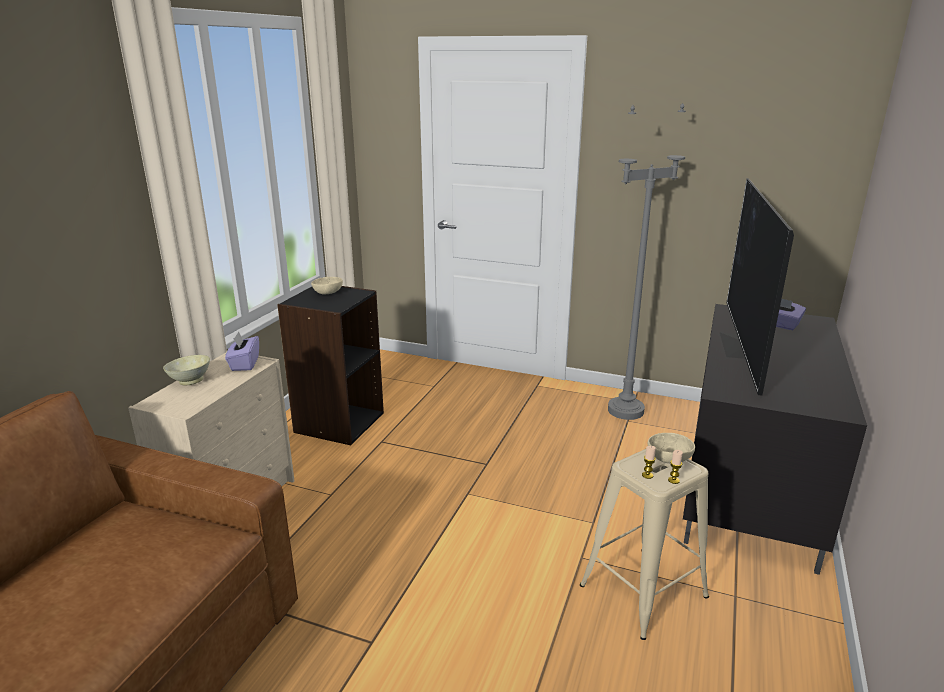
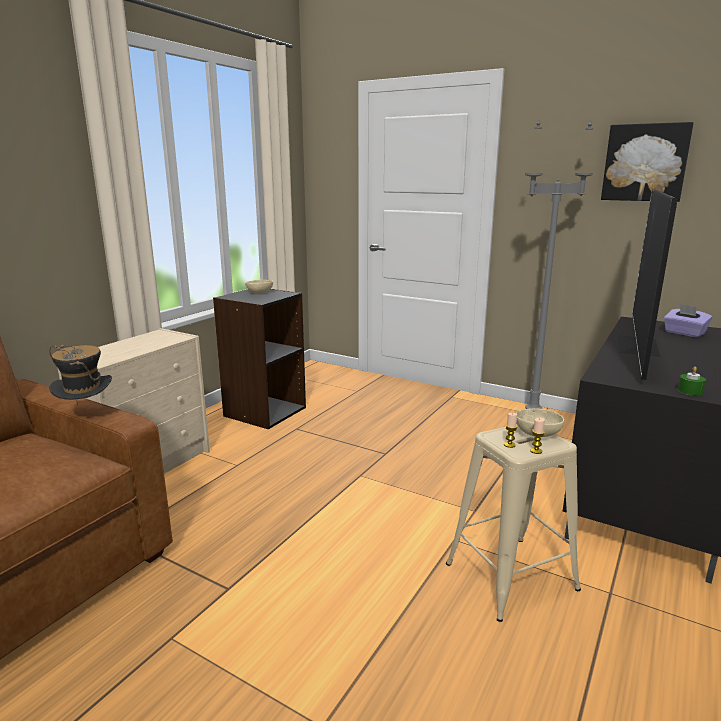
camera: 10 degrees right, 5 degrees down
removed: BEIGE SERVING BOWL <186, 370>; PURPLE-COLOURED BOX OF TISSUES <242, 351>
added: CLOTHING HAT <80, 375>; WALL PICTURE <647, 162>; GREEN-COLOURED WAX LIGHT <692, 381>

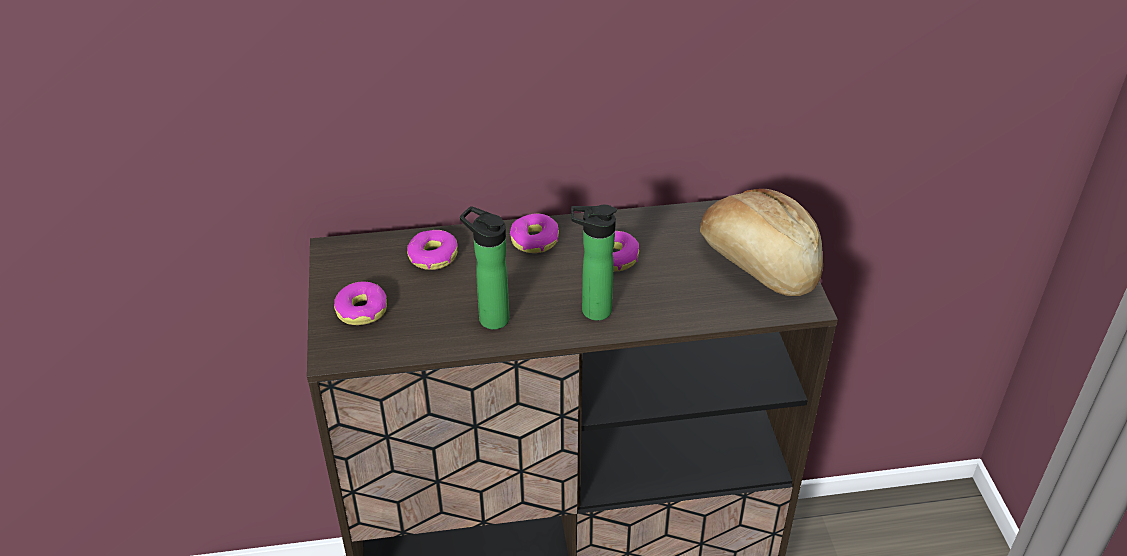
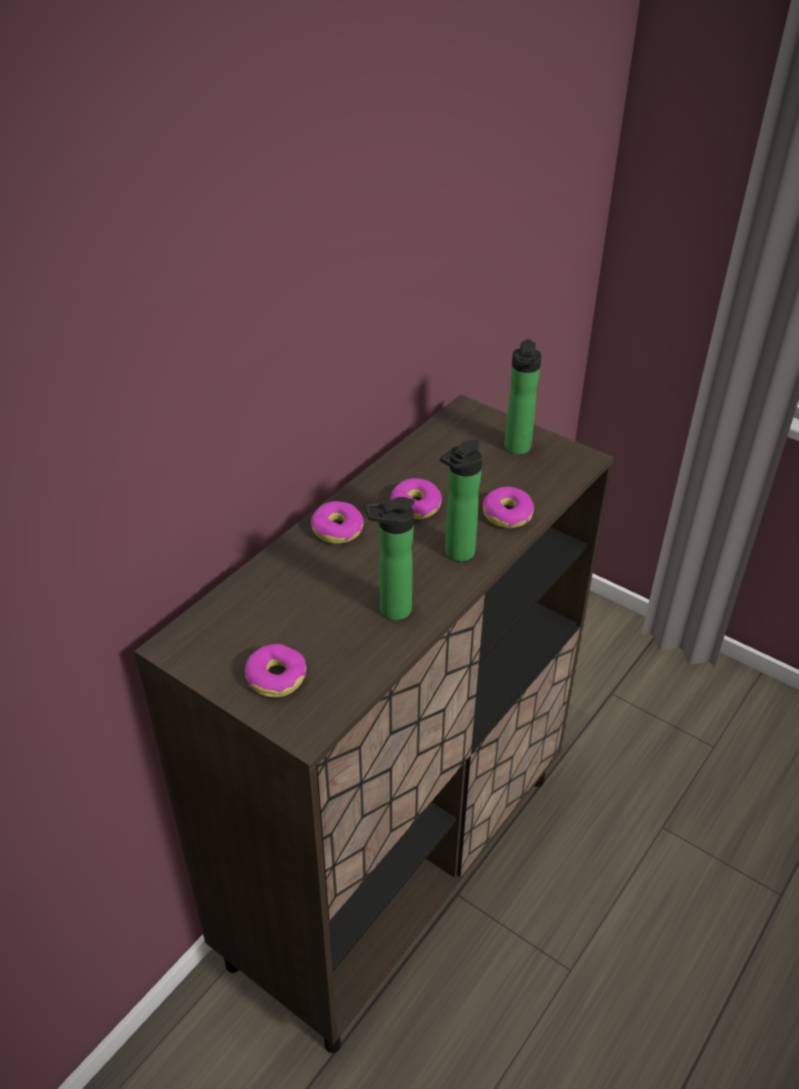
camera: 45 degrees left, 0 degrees up
moved: DONUT <432, 250> to <508, 507>
replaced: BAKERY BREAD <761, 242> to BEVERAGE BOTTLE <523, 397>

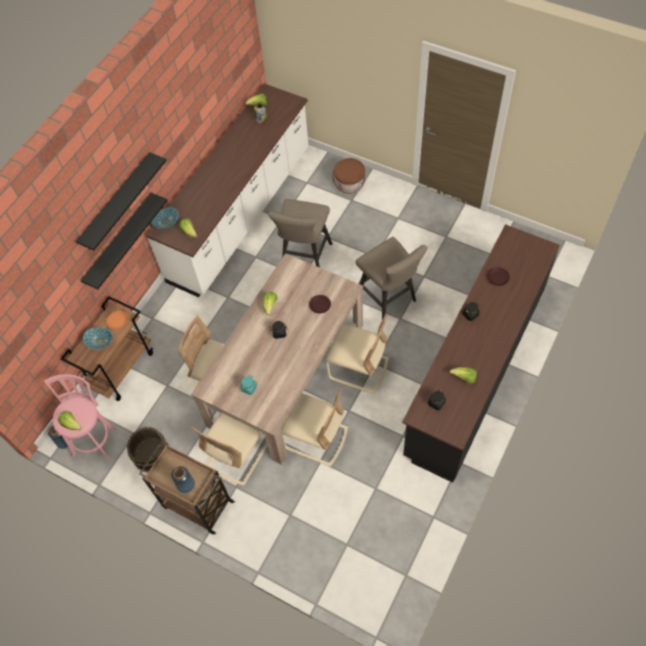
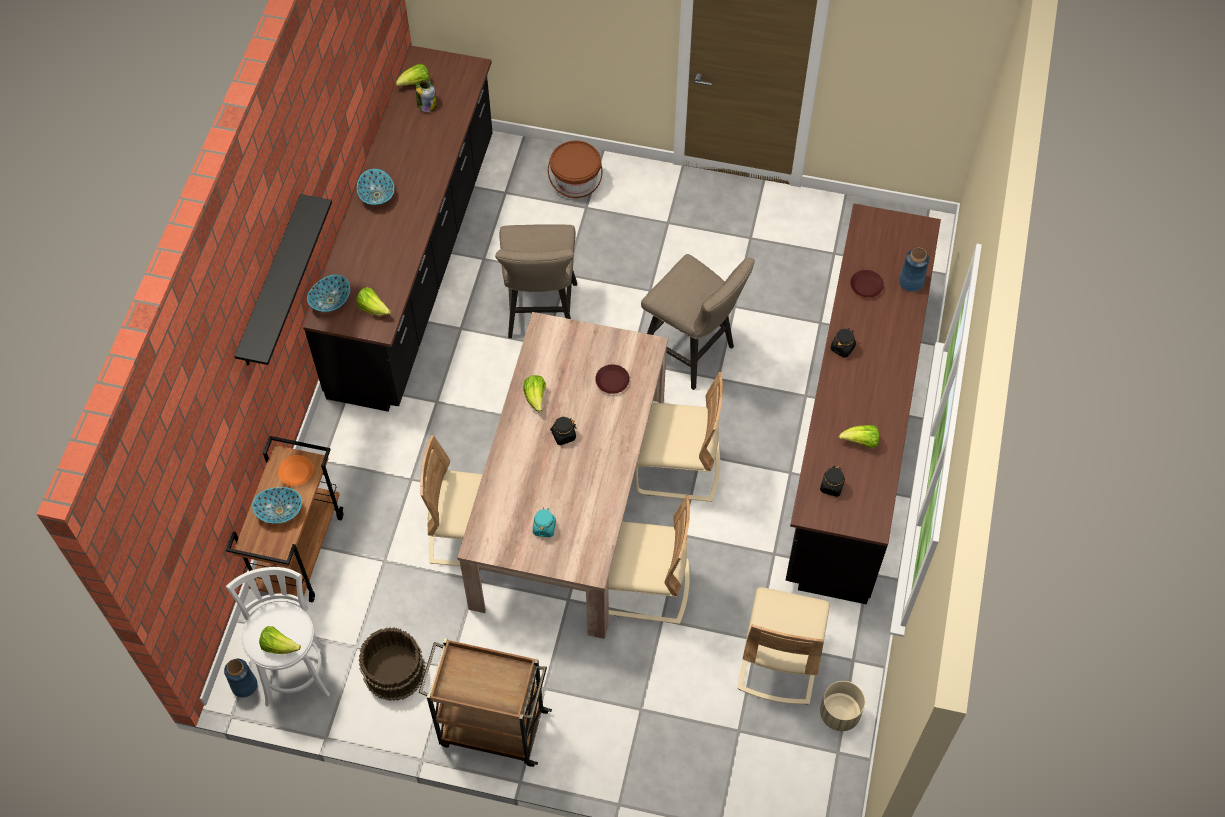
camera: 20 degrees left, 0 degrees up
removed: BLACKISH SHELF <124, 241>
added: SERVING BOWL <375, 187>; BEIGE FLOWER POT <842, 706>
moved: BLUISH DECORATIVE VASE <183, 479> to <914, 270>; BEIGE CHAIR <229, 449> to <783, 646>
recoloured: PINK-COLOURED SITTING STOOL <80, 417> to WHITISH SITTING STOOL <278, 637>; WHITISH KITCHEN BASE UNIT <227, 190> to BLACKISH KITCHEN BASE UNIT <398, 229>

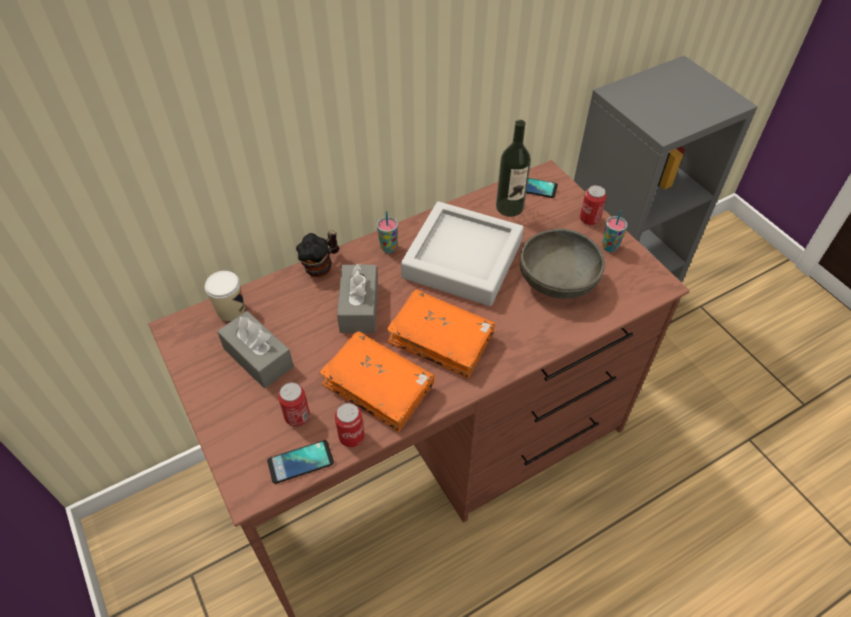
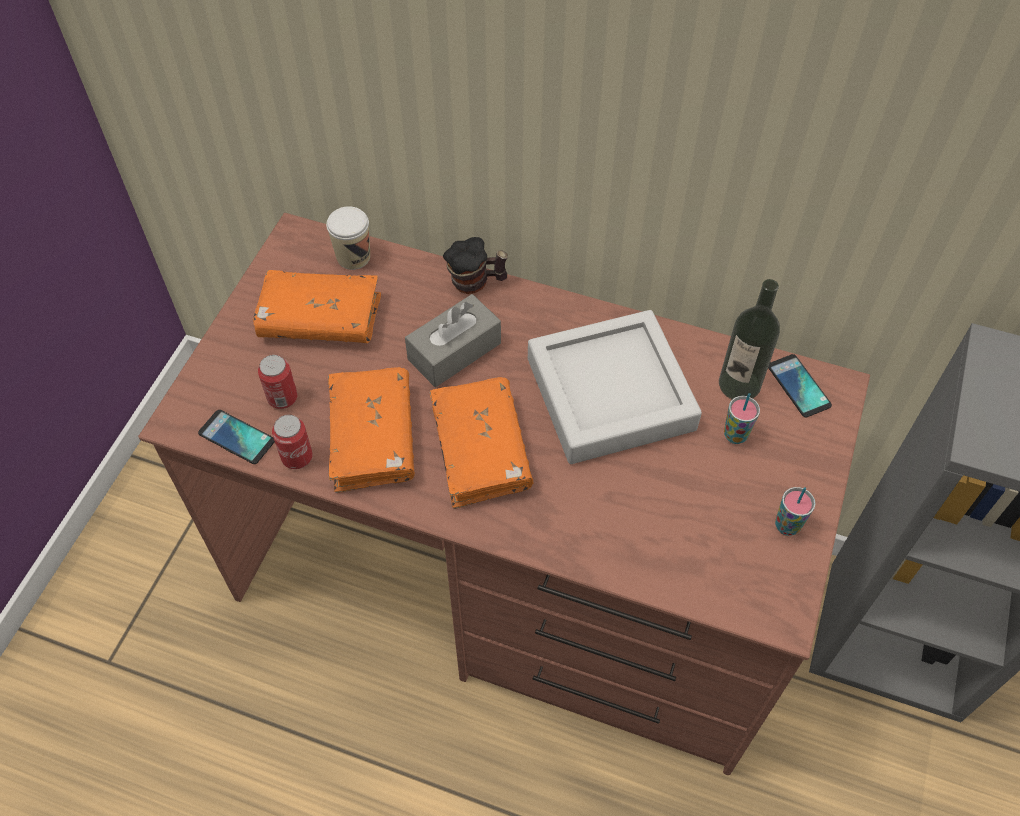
camera: 50 degrees right, 5 degrees up
removed: GREY SERVING BOWL <562, 264>; METAL CAN <593, 205>
moved: CUP <387, 232> to <742, 418>
replaced: GREY BOX OF TISSUES <255, 349> to ORANGE-COLOURED VOLUME <317, 306>

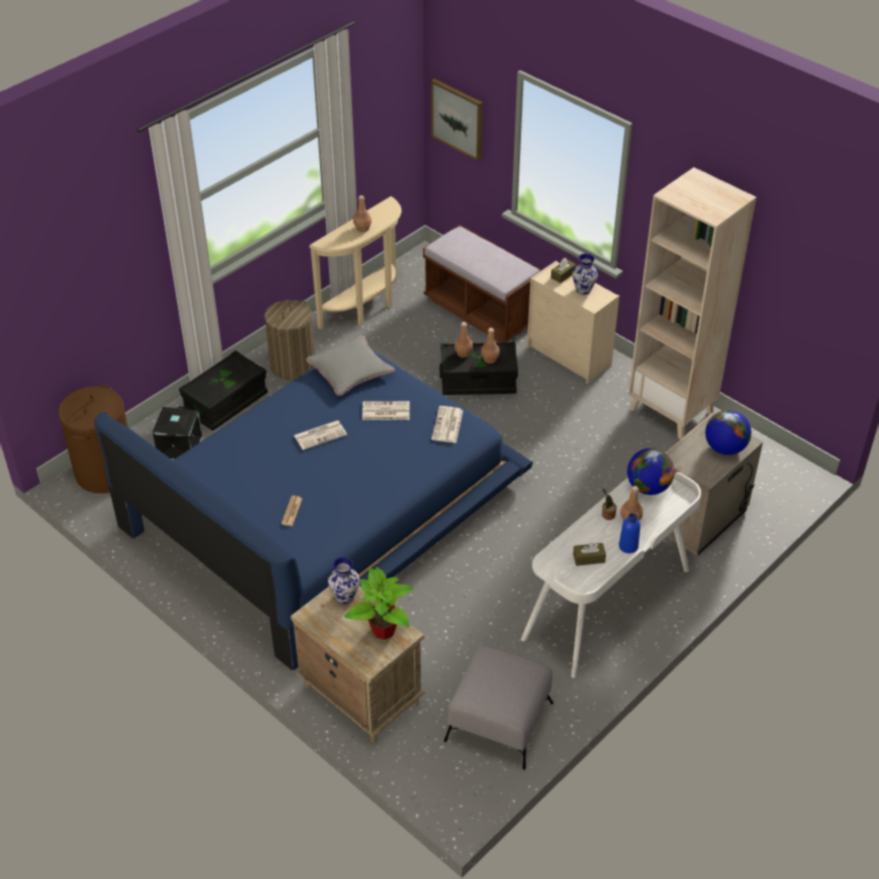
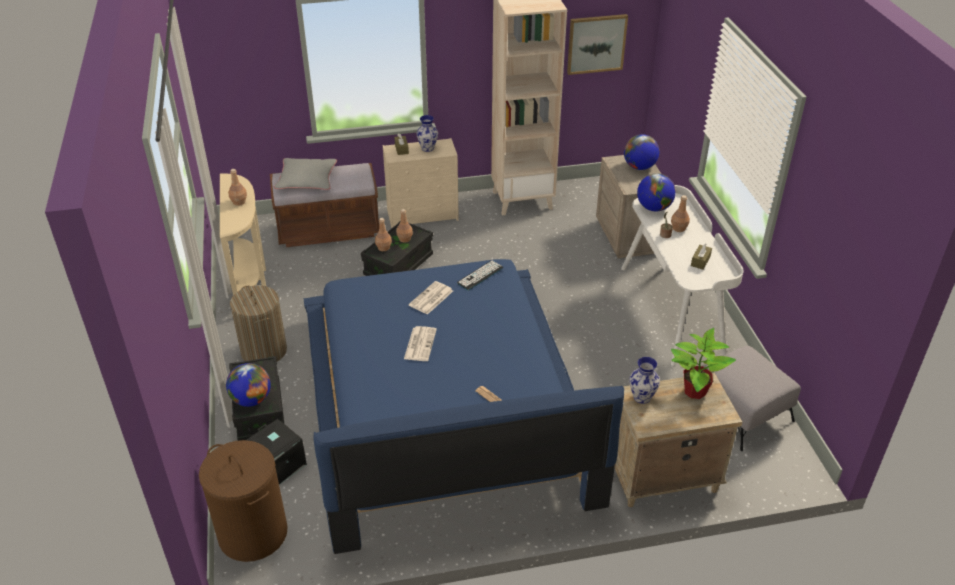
camera: 55 degrees left, 5 degrees down
removed: BLUISH BEVERAGE BOTTLE <629, 533>
added: GLOBE <248, 385>
moved: GREY CUSHION <350, 365> to <305, 174>; WALL PICTURE <457, 120> to <597, 44>
replaced: NEWSPAPER <447, 424> to PC KEYBOARD <480, 275>

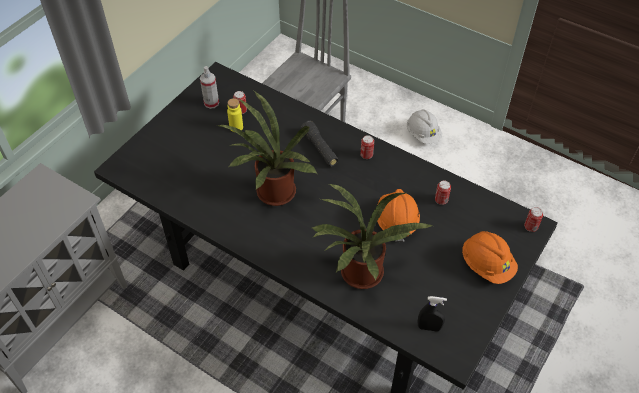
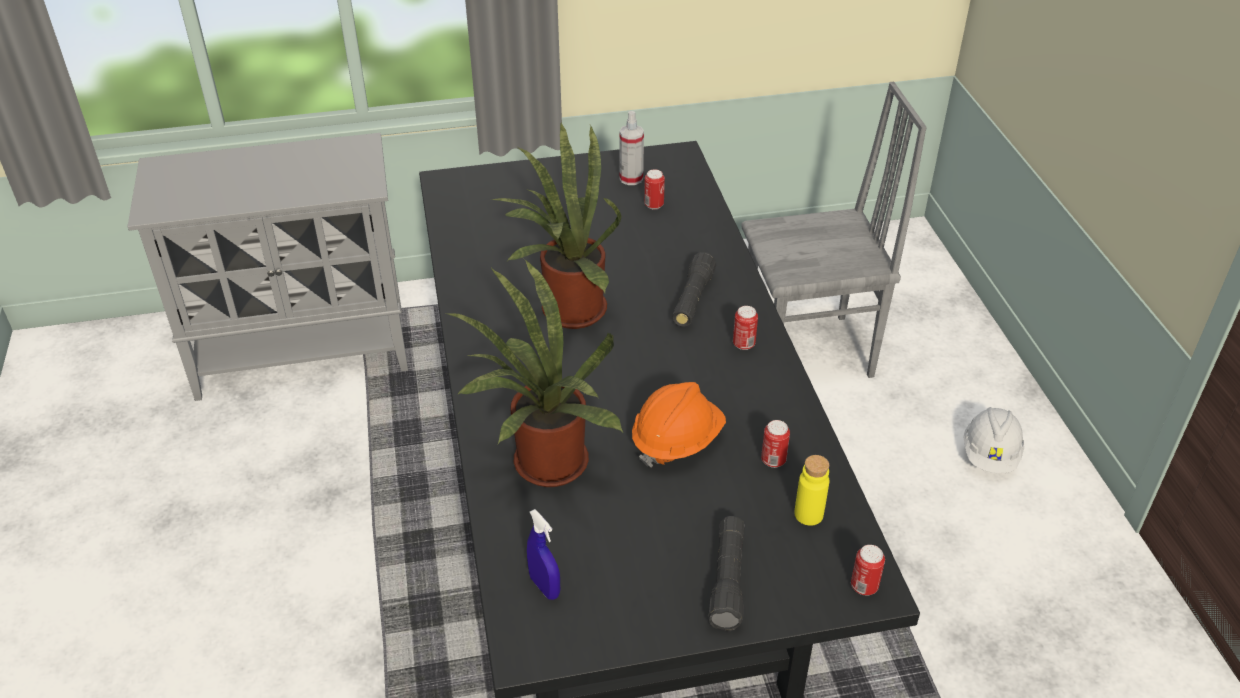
camera: 45 degrees right, 10 degrees down
moved: YELLOW BEVERAGE BOTTLE <235, 115> to <811, 490>
replaced: ORANGE-COLOURED SAFETY HELMET <490, 257> to BLACKISH FLASHLIGHT <726, 573>
recoloured: BLACKISH HAND SPRAYER <432, 313> to BLUISH HAND SPRAYER <543, 554>

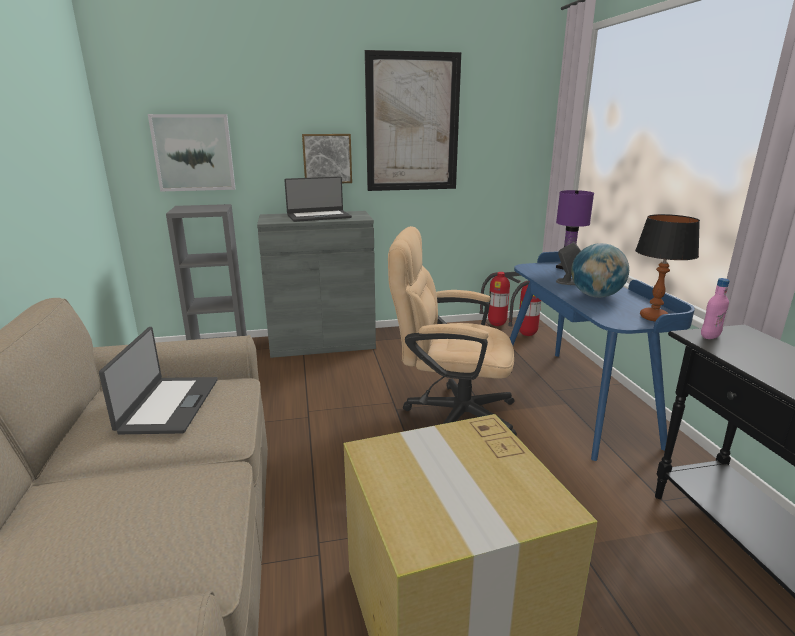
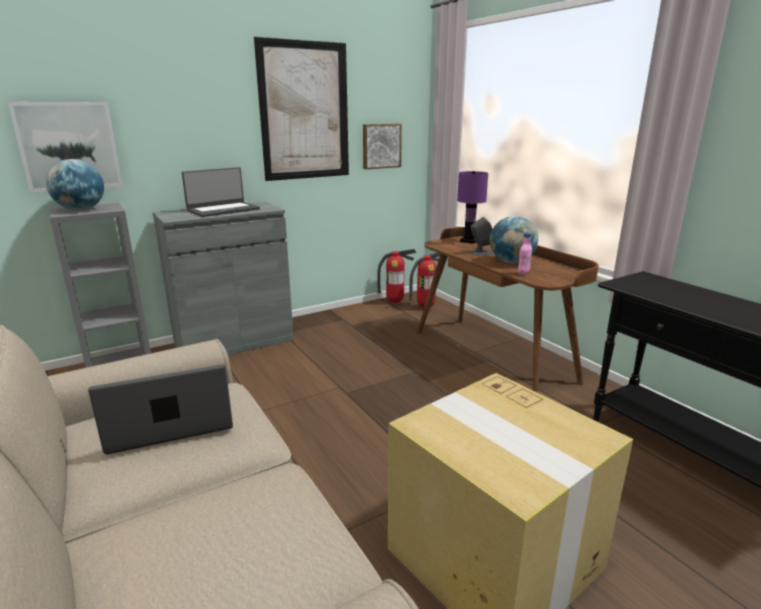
camera: 20 degrees left, 0 degrees up
removed: BEIGE OFFICE CHAIR <452, 331>; TABLE LAMP <667, 268>
added: GLOBE <75, 184>
moved: WALL PICTURE <327, 158> to <382, 146>; PINK-COLOURED BEVERAGE BOTTLE <715, 308> to <525, 253>
recoloured: BLUISH DESK UNIT <602, 356> to BROWN-COLOURED DESK UNIT <508, 310>
turned: NOTEBOOK COMPUTER <158, 380> = <160, 409> 90 degrees counterclockwise

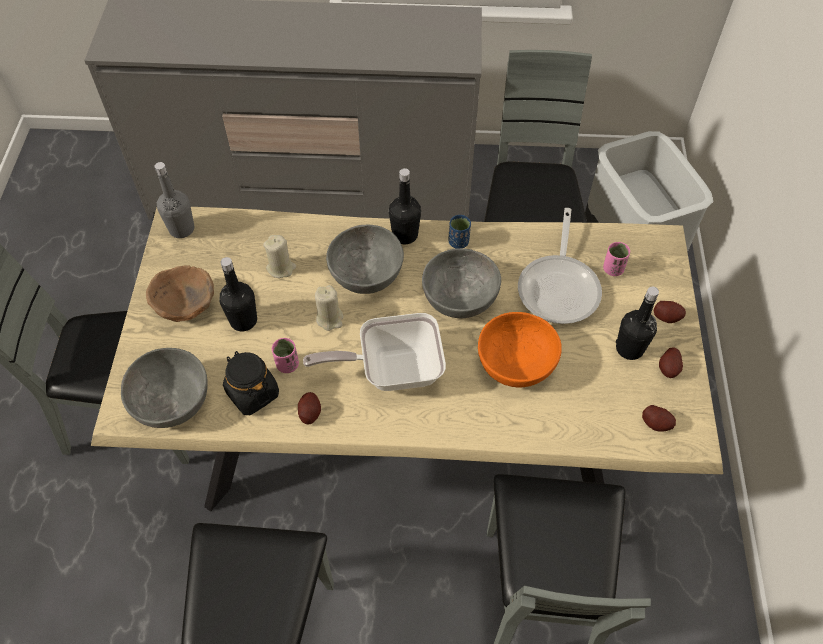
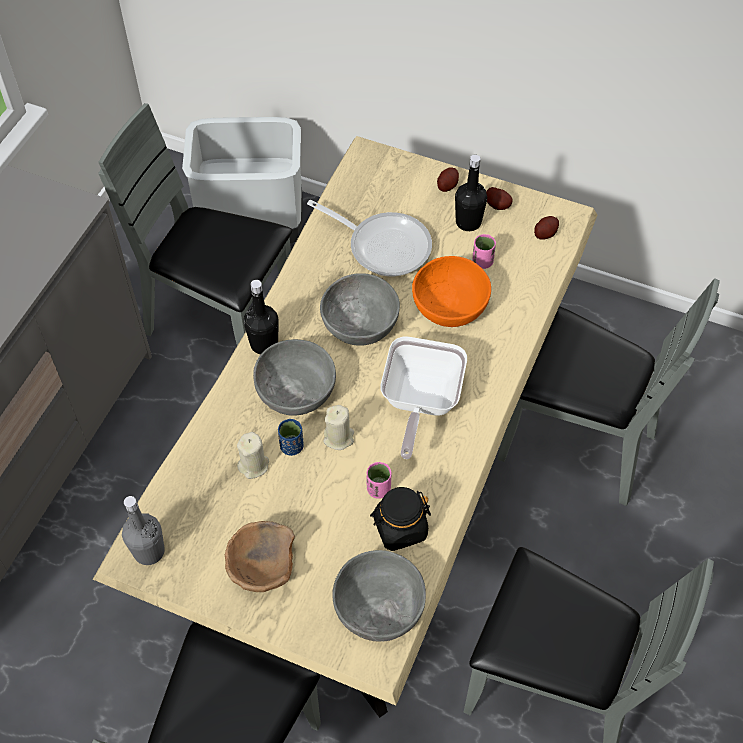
camera: 70 degrees left, 0 degrees up
removed: BLACKISH BEVERAGE BOTTLE <238, 294>; WHOLE POTATO <309, 408>
moved: BLUISH CUP <459, 231> to <291, 437>; PINK-COLOURED CUP <616, 259> to <484, 251>

